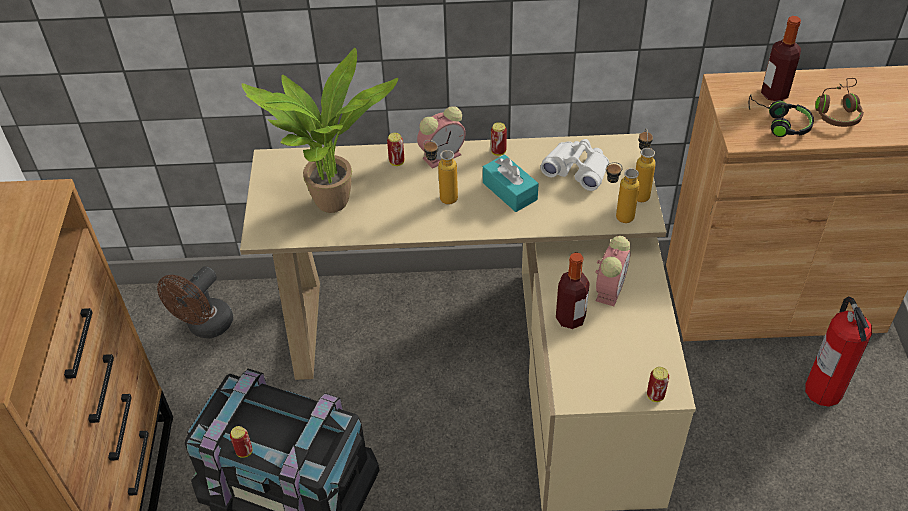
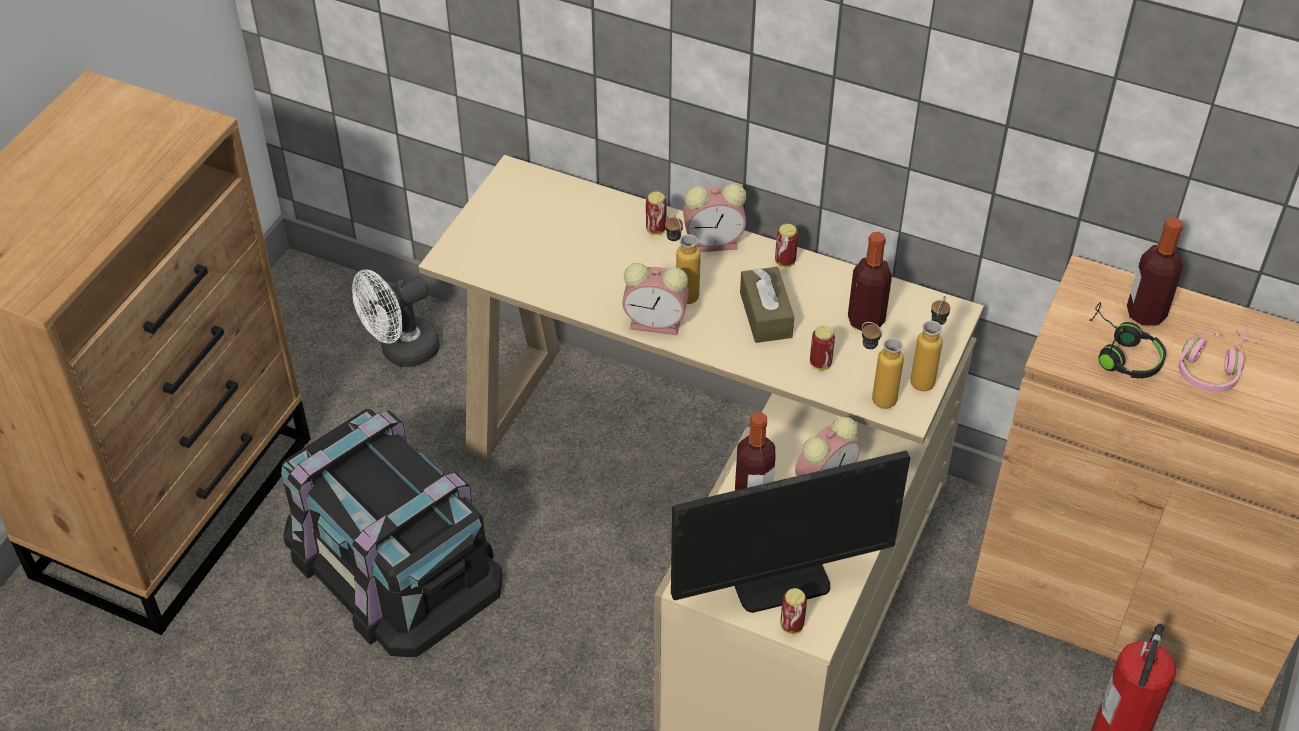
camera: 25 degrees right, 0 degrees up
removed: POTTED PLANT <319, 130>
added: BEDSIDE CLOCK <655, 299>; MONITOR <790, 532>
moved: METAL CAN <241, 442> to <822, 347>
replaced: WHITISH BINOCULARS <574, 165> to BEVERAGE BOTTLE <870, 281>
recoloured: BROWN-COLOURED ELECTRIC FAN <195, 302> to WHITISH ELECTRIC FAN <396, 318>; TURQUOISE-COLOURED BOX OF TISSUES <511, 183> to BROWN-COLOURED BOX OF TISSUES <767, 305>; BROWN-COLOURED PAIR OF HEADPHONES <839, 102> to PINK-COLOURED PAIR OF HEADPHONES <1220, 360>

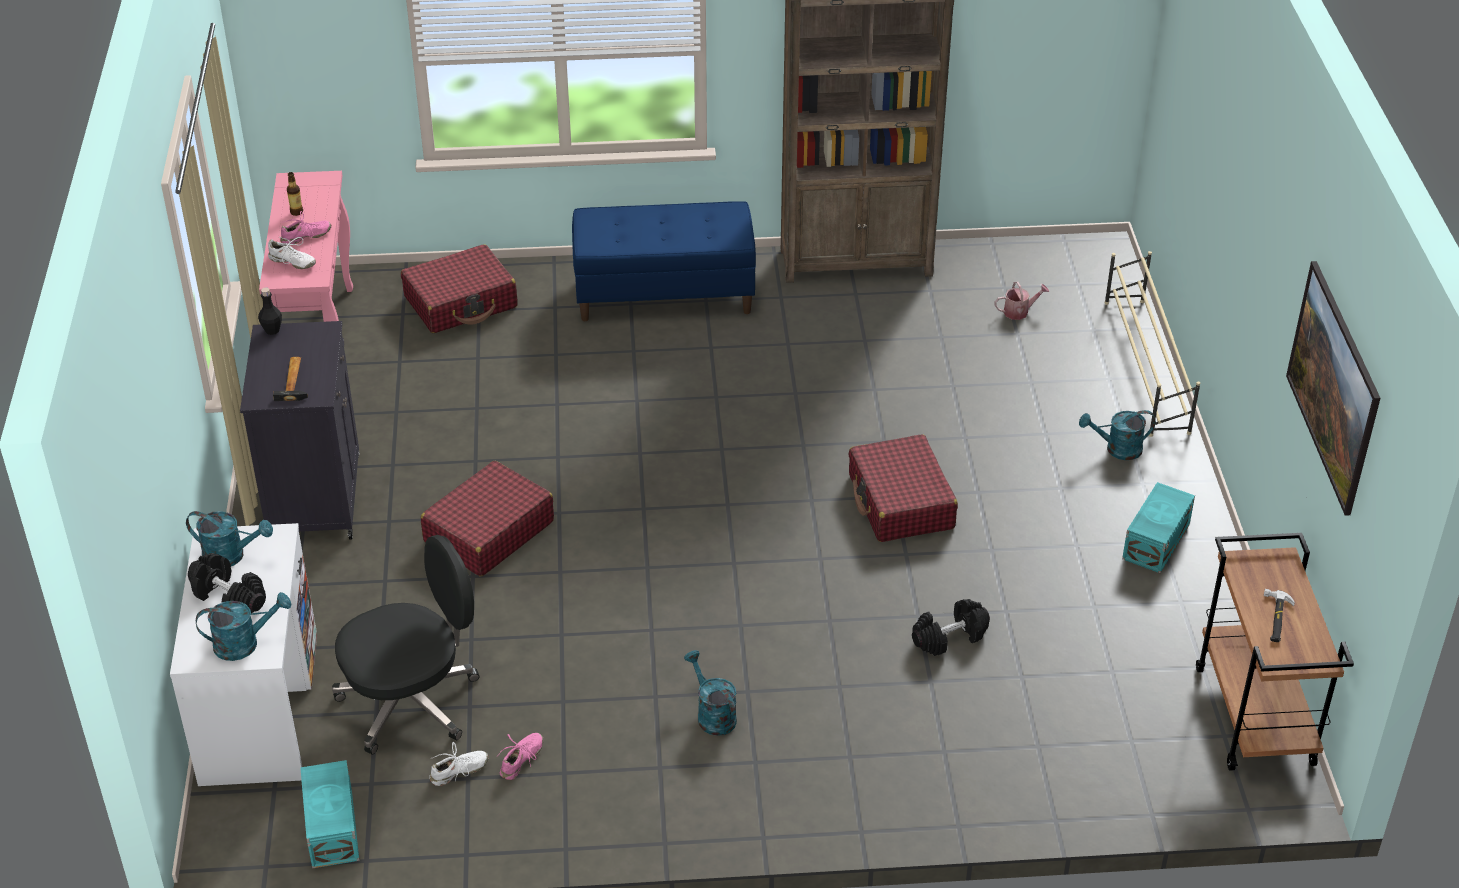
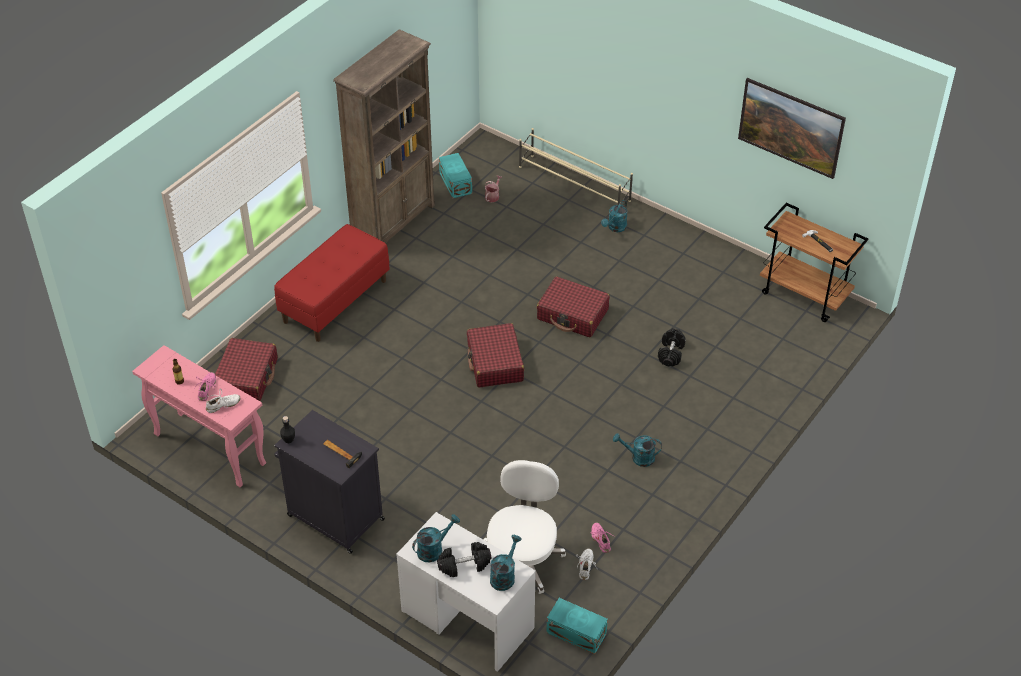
camera: 50 degrees left, 5 degrees up
moved: RED-COLOURED PIECE OF LUGGAGE <487, 518> to <495, 355>; TURQUOISE-COLOURED STORAGE BOX <1158, 527> to <455, 175>
recoloured: BLACKISH OFFICE CHAIR <405, 645> to WHITISH OFFICE CHAIR <524, 527>; BLUISH INDOOR BENCH <664, 261> to RED-COLOURED INDOOR BENCH <332, 283>

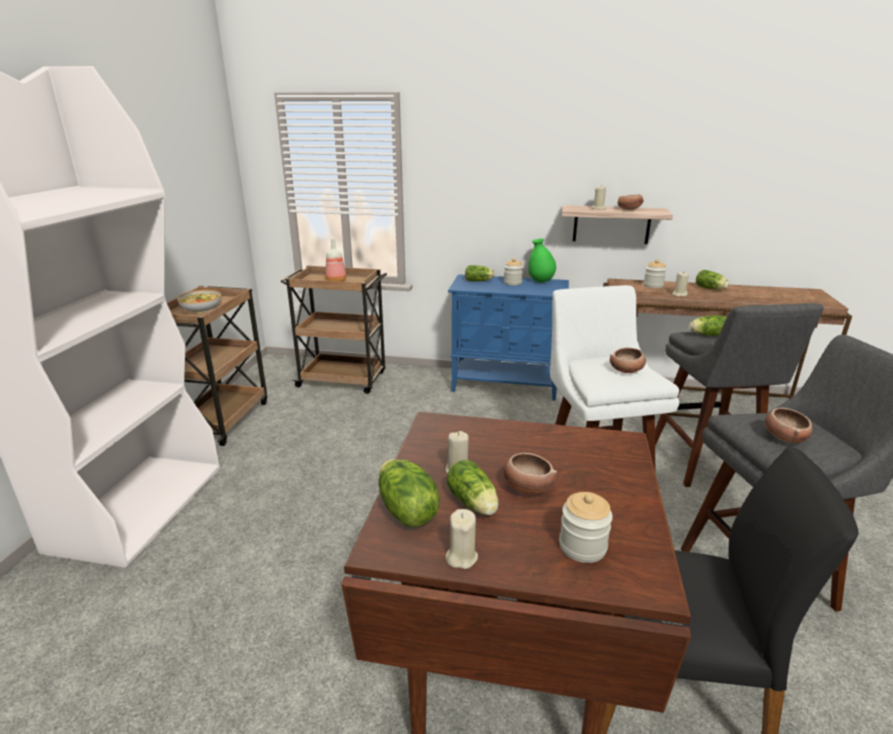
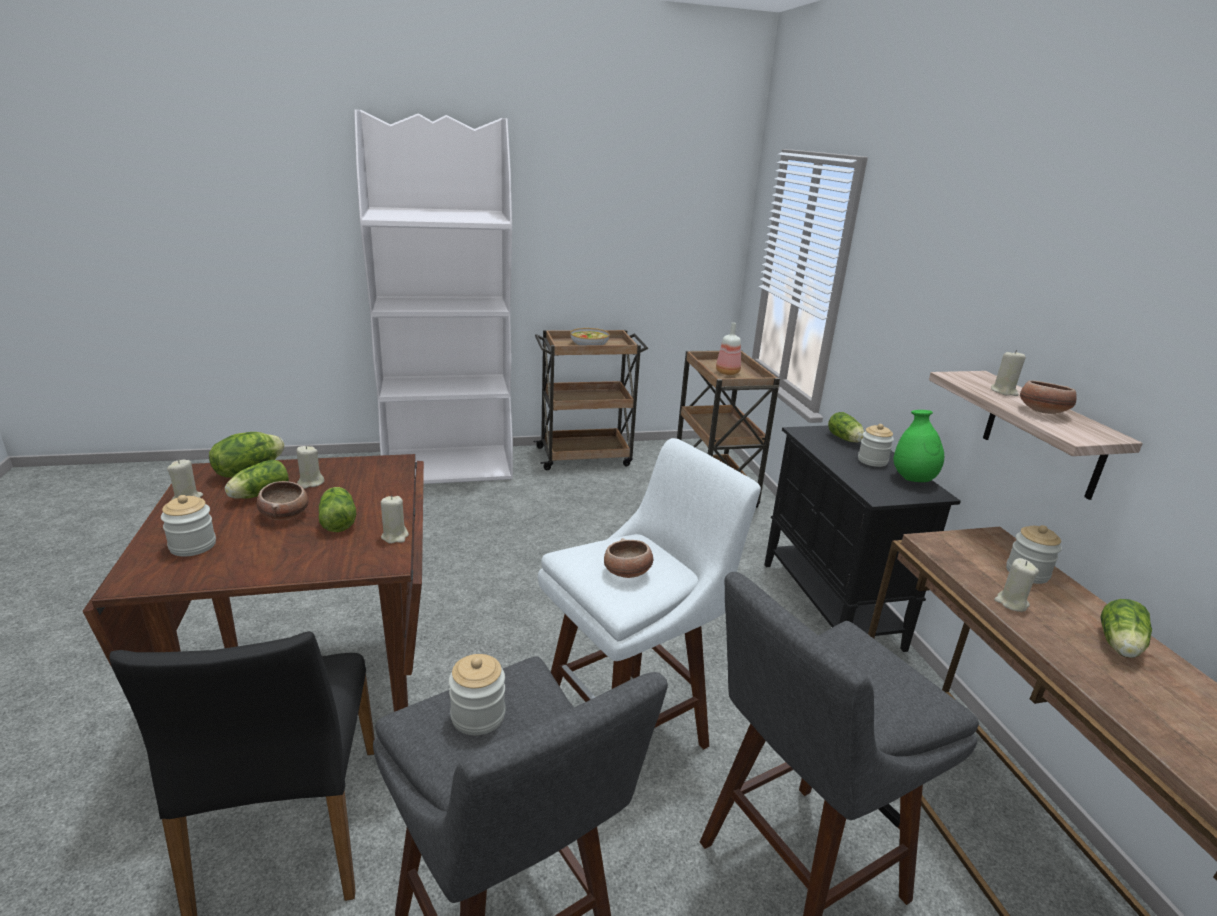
camera: 65 degrees right, 0 degrees up
added: BEIGE WAX LIGHT <395, 520>
moved: LETTUCE HEAD <708, 325> to <337, 509>
replaced: SERVING BOWL <788, 425> to STORAGE JAR <477, 694>
recoloured: BLUISH STORAGE CABINET <508, 337> to BLACKISH STORAGE CABINET <862, 538>

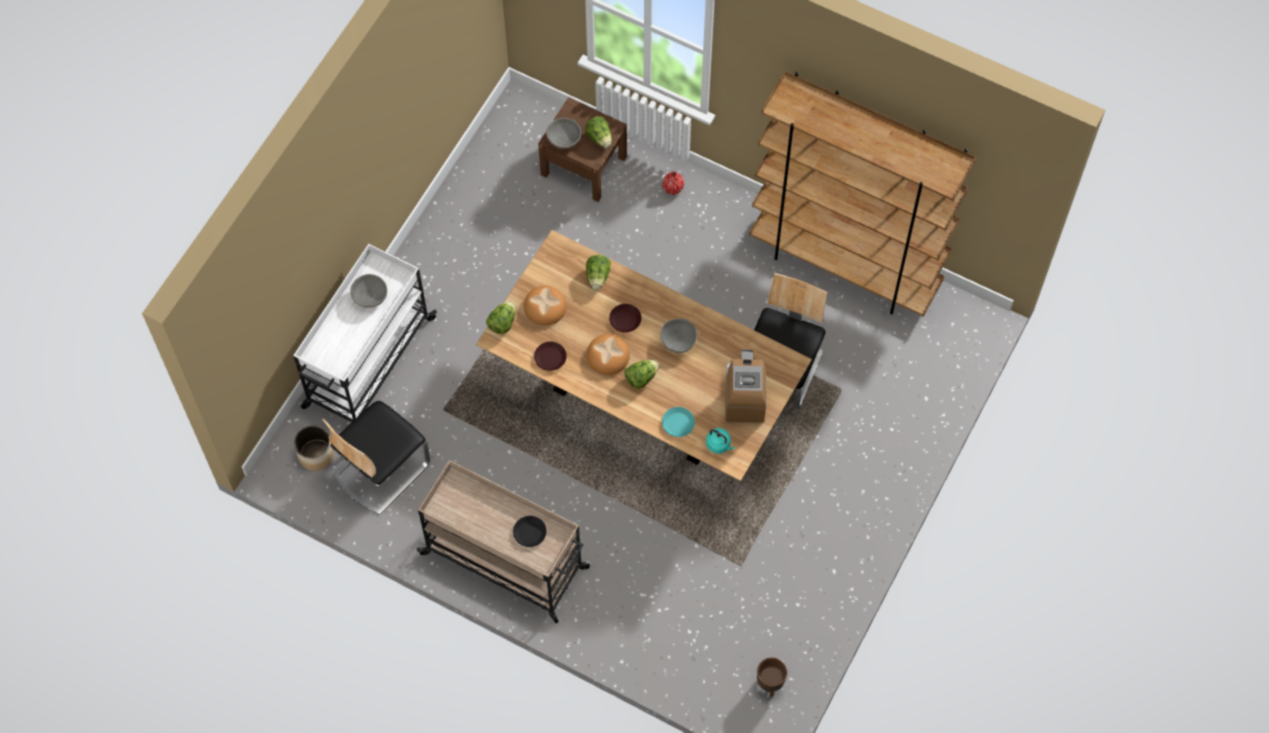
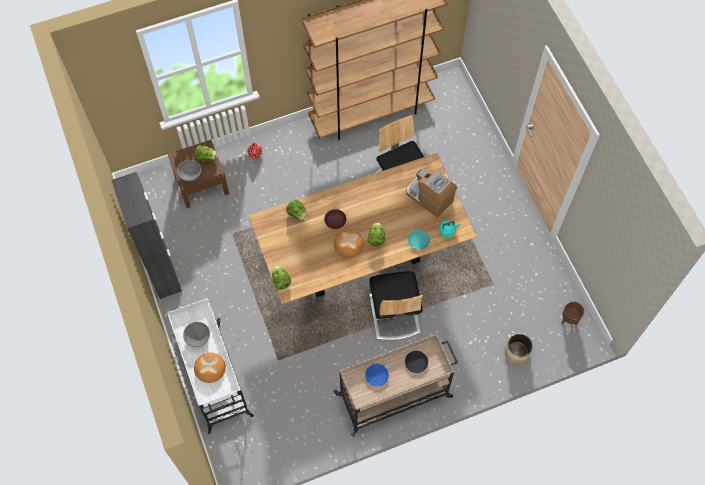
camera: 50 degrees left, 0 degrees up
removed: BROWN-COLOURED PLATE <550, 356>; GREY SERVING BOWL <678, 335>
added: BLACKISH STORAGE CABINET <146, 235>; BLUISH PLATE <377, 375>
moved: FLOWER POT <314, 448> to <519, 348>; CHAIR <376, 458> to <396, 305>; BAKERY BREAD <545, 305> to <210, 367>

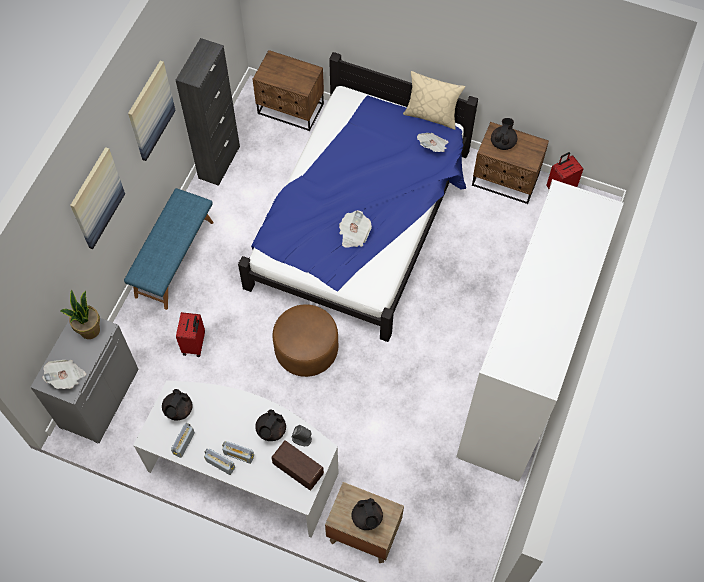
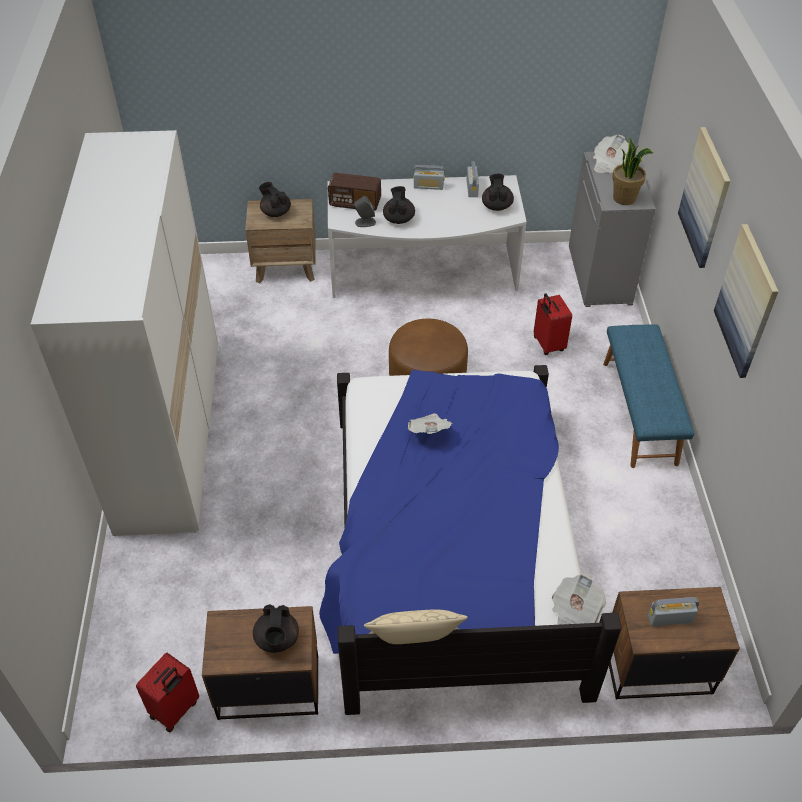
camera: 155 degrees right, 15 degrees down
removed: BLACKISH STORAGE CABINET <208, 112>
moved: RADIO RECEIVER <238, 452> to <673, 611>; NEWSPAPER <432, 142> to <579, 599>

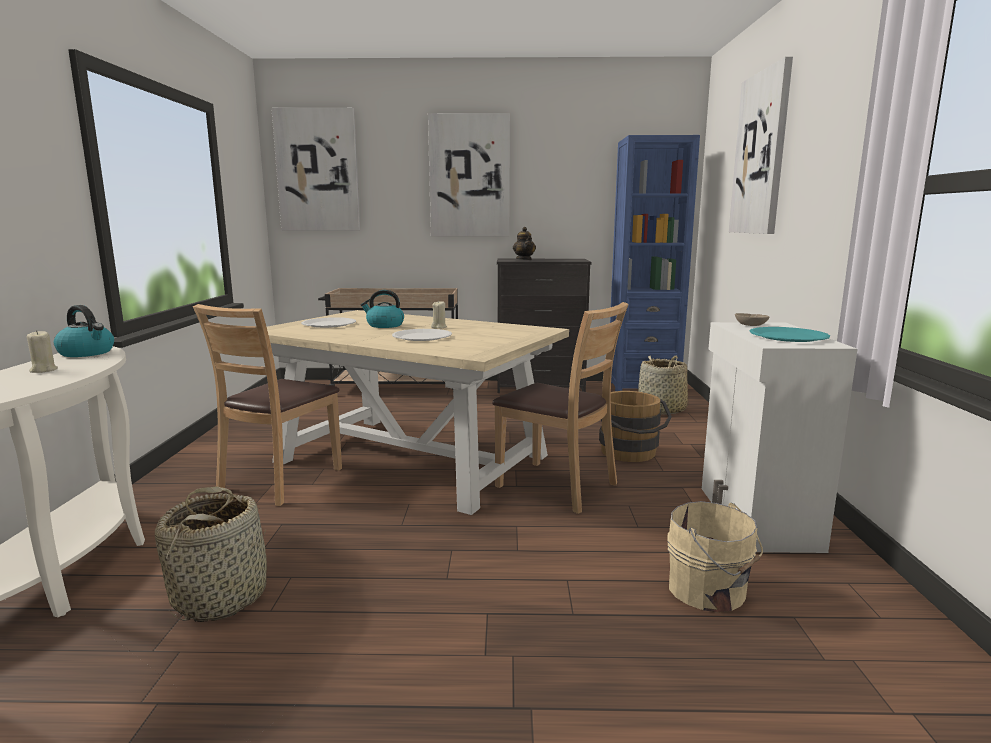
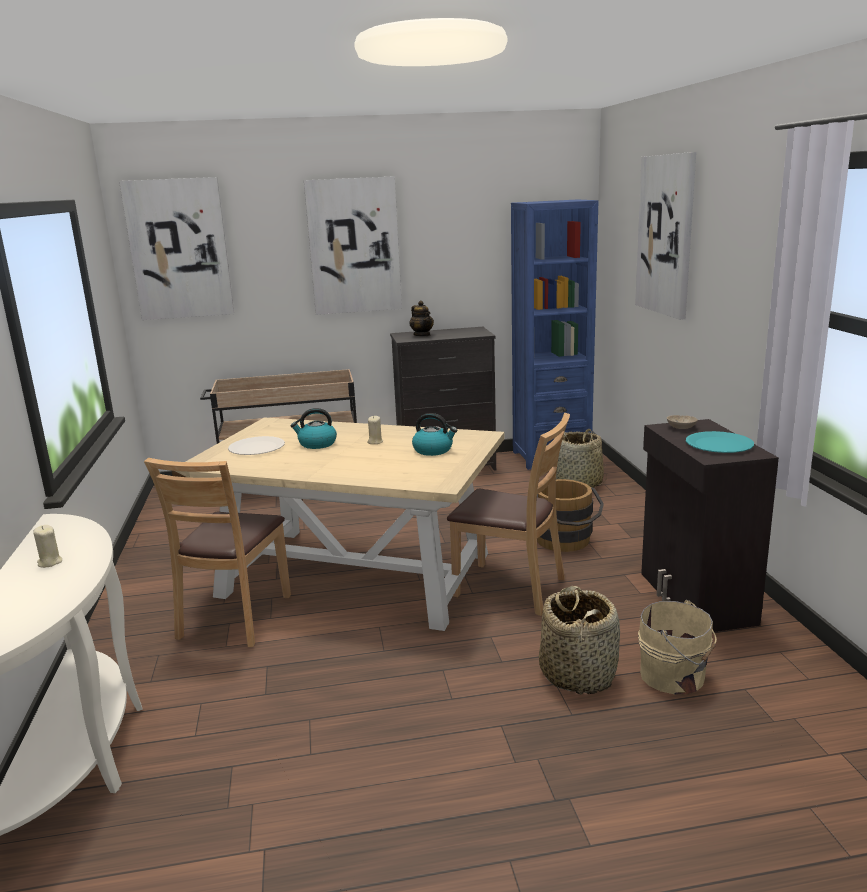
camera: 10 degrees left, 5 degrees up
removed: WHITISH PLATE <422, 335>
moved: WATER KETTLE <84, 331> to <434, 434>; BASKET <211, 554> to <579, 640>
recoloured: WHITISH STORAGE CABINET <779, 437> to BLACKISH STORAGE CABINET <710, 525>

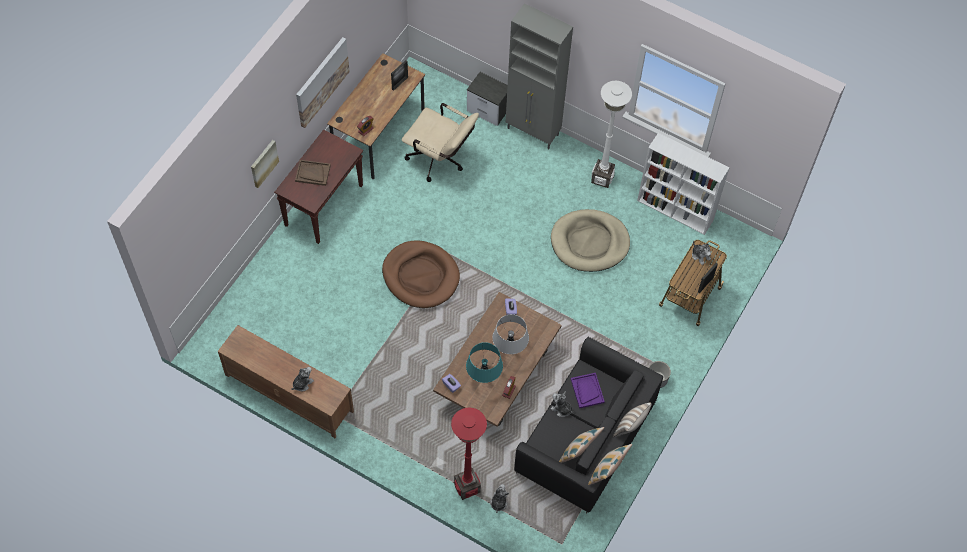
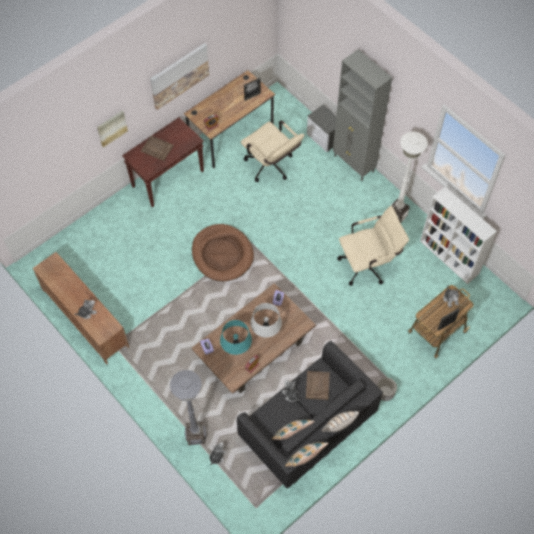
camera: 20 degrees right, 0 degrees up
replaced: BEIGE PET BED <590, 240> to BEIGE OFFICE CHAIR <373, 246>
recoloured: RED-COLOURED STANDING LAMP <469, 454> to GREY STANDING LAMP <188, 407>; PURPLE-COLOURED CARRYING TRAY <588, 391> to BROWN-COLOURED CARRYING TRAY <318, 385>

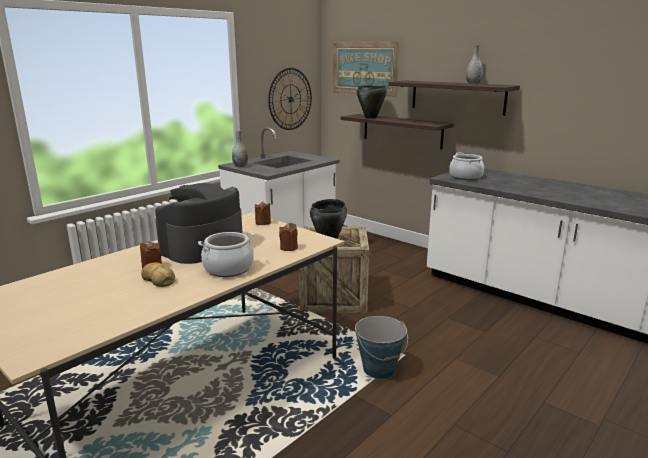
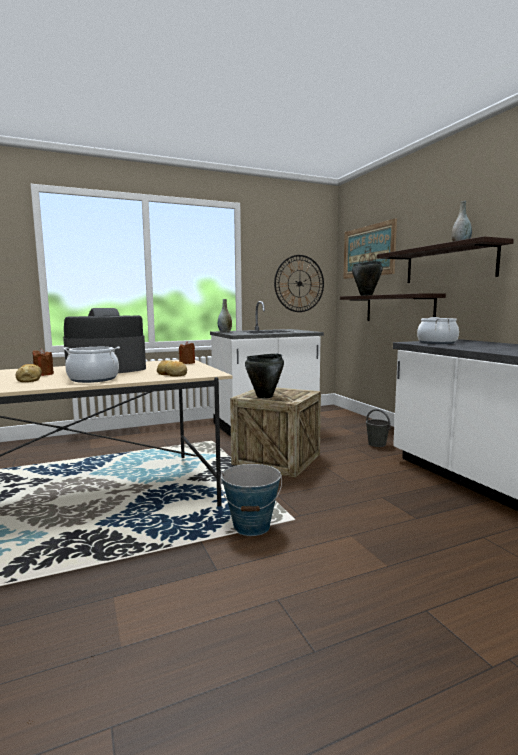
camera: 25 degrees right, 10 degrees down
added: GREY BUCKET <378, 428>
replaced: BROWN-COLOURED WAX LIGHT <288, 237> to BAKERY BREAD <172, 368>

